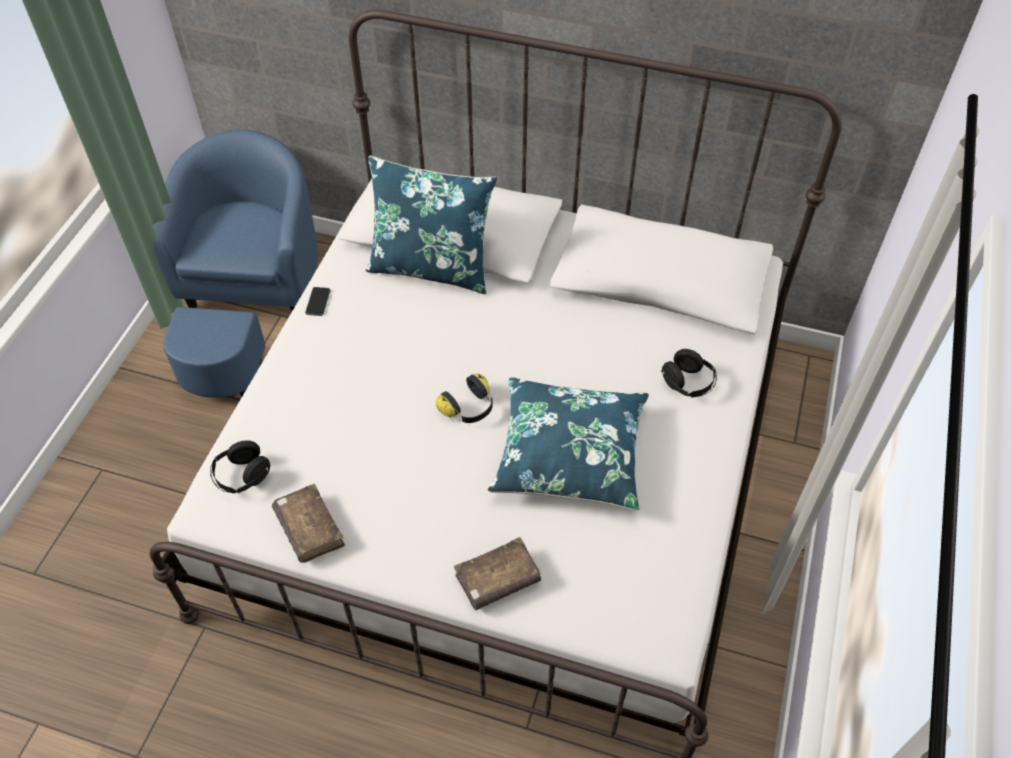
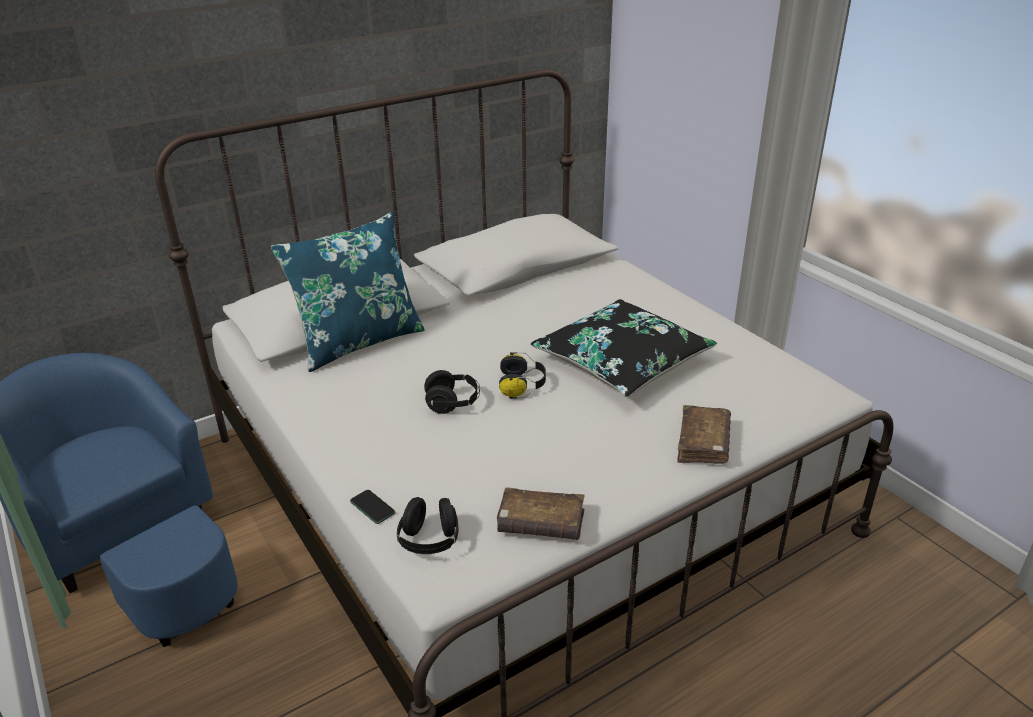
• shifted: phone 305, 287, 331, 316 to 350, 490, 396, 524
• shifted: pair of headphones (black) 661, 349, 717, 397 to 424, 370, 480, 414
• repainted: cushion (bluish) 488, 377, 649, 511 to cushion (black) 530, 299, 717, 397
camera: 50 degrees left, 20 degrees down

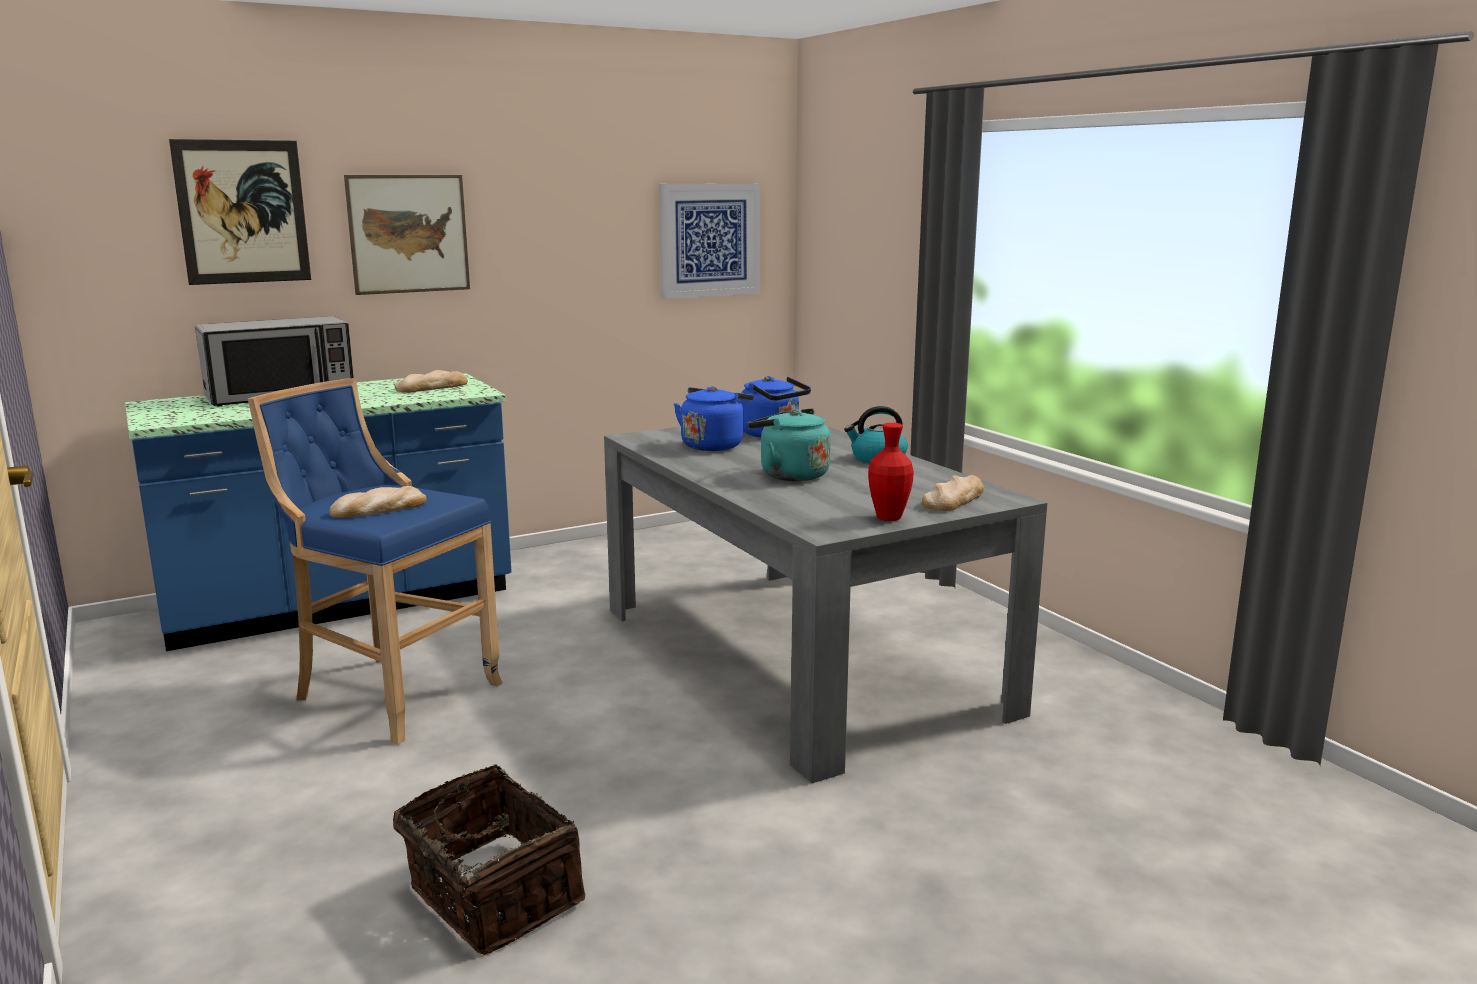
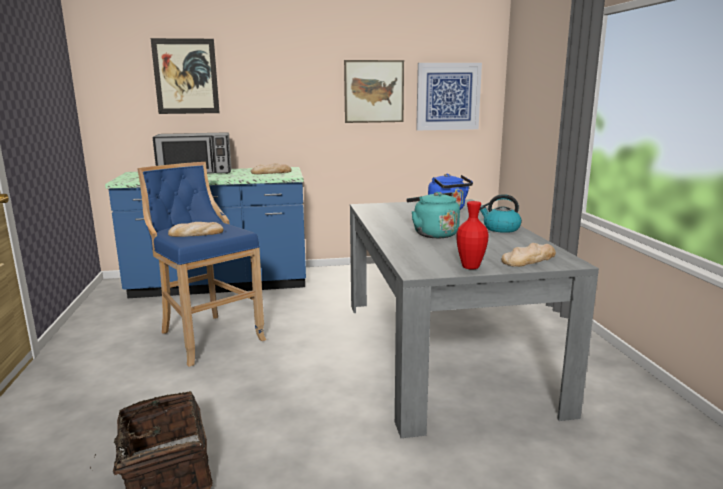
• shifted: wall picture 344, 175, 470, 295 to 344, 60, 404, 123
• gone: kettle (bluish) 674, 386, 754, 451
camera: 20 degrees right, 0 degrees up

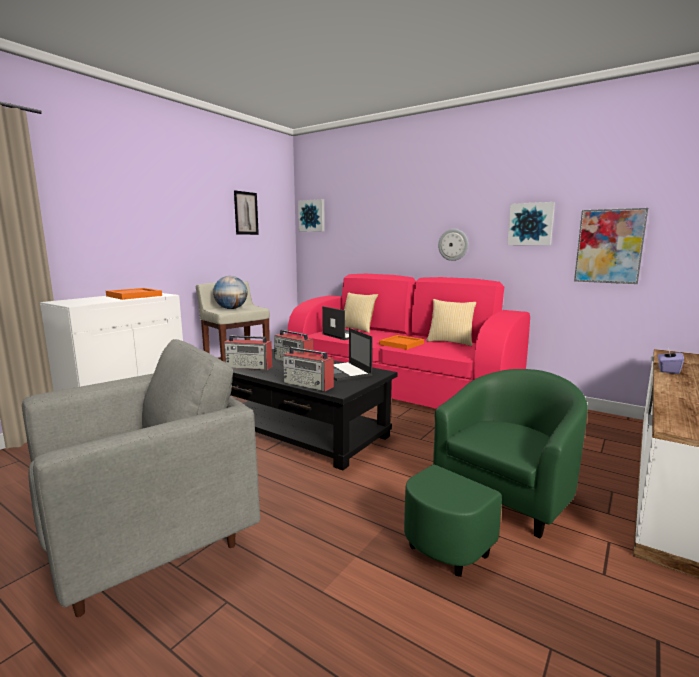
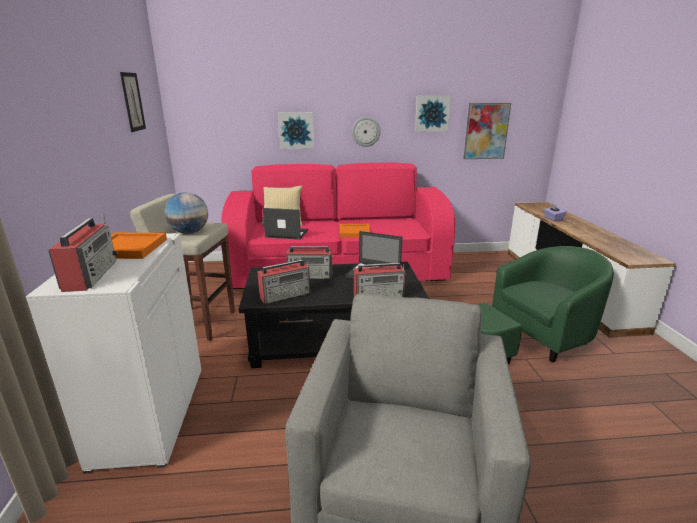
• new: radio receiver 48, 214, 118, 292
• shifted: wall picture 298, 199, 325, 232 to 278, 112, 314, 149
• rotated: armchair (greenish) 404, 369, 588, 577 = 477, 246, 614, 364 60 degrees clockwise
• gone: cushion 427, 299, 476, 346
camera: 40 degrees left, 10 degrees up

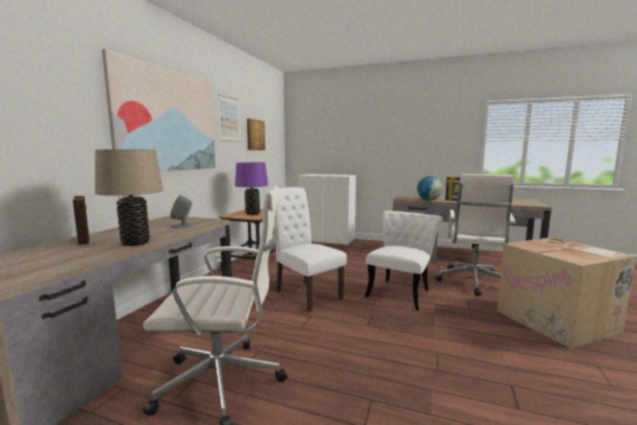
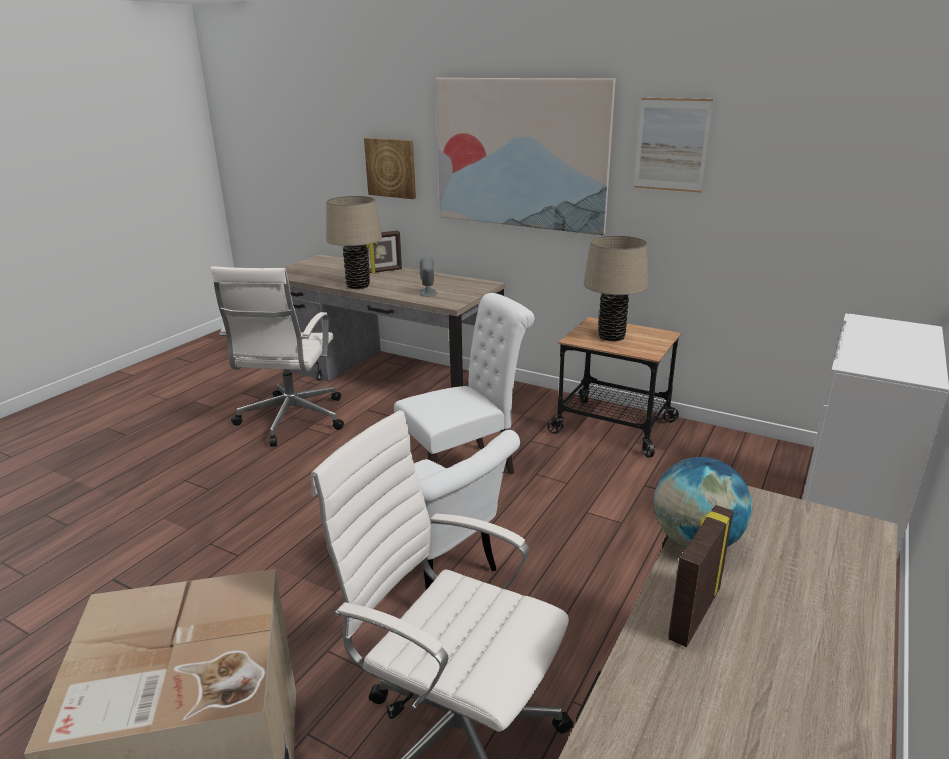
• shifted: wall picture 247, 118, 265, 150 to 364, 138, 416, 199
• repainted: tabletop lamp (purple) 235, 162, 268, 215 to tabletop lamp (beige) 584, 235, 648, 341
camera: 100 degrees right, 15 degrees up

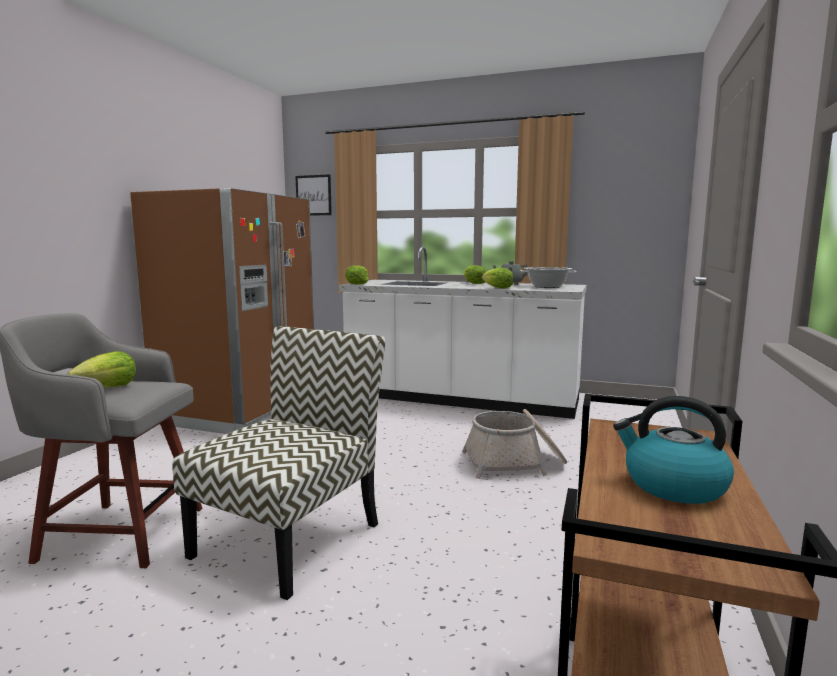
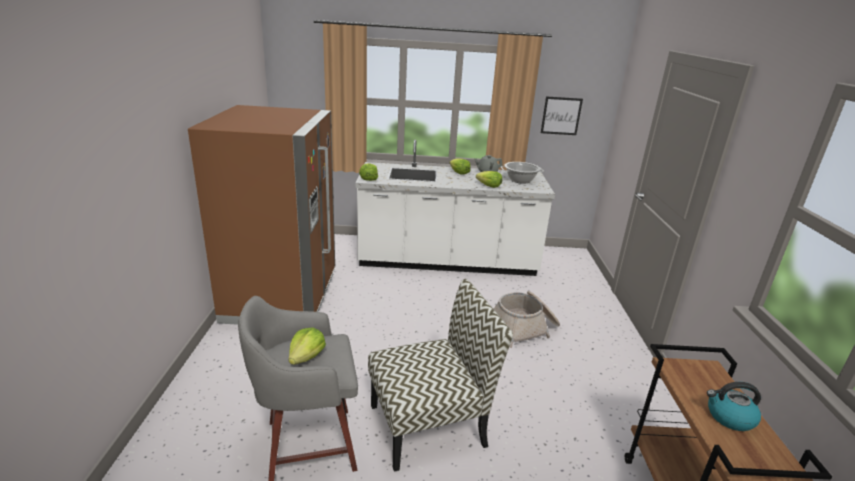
• rotated: plain chair 172, 326, 386, 600 = 368, 279, 513, 472 60 degrees clockwise
• shifted: wall picture 295, 174, 332, 216 to 541, 96, 583, 135
camera: 20 degrees left, 15 degrees up

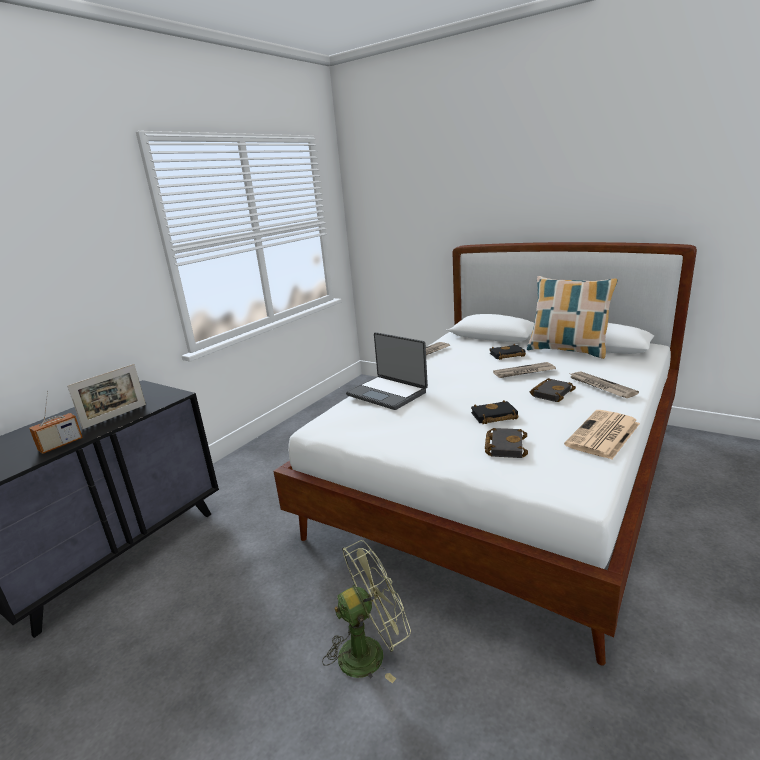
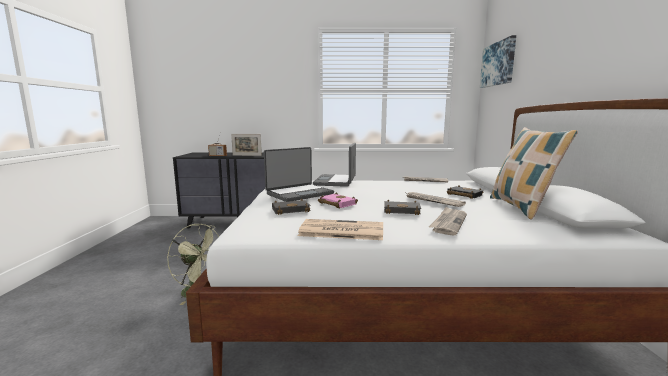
• new: laptop 264, 147, 334, 202
• repainted: book (black) 471, 400, 519, 424 to book (pink-coloured) 318, 193, 358, 208
• new: wall picture 480, 35, 516, 88
camera: 55 degrees right, 10 degrees down

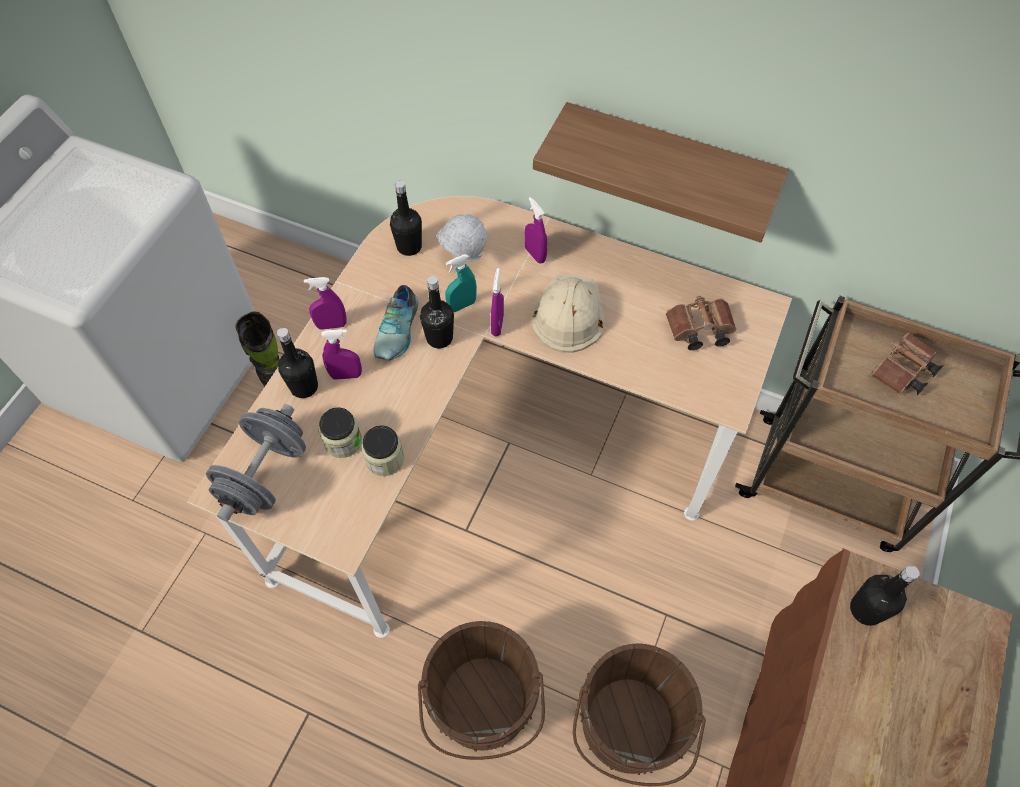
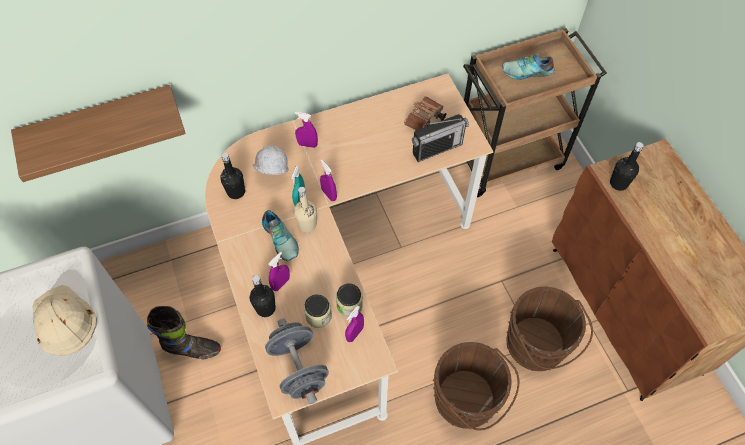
• shifted: shelf 533, 102, 789, 243 to 11, 85, 186, 182
• shifted: safety helmet (beige) 531, 275, 604, 353 to 32, 285, 97, 356
• repainted: beverage bottle (black) 420, 276, 454, 348 to beverage bottle (beige) 294, 187, 317, 232
• shifted: spray bottle (purple) 304, 277, 347, 330 to 345, 305, 364, 342
• new: radio receiver 412, 114, 469, 162
• swapped: binoculars (brown) 871, 333, 944, 396 to item of footwear 502, 53, 554, 80
camera: 45 degrees left, 0 degrees up

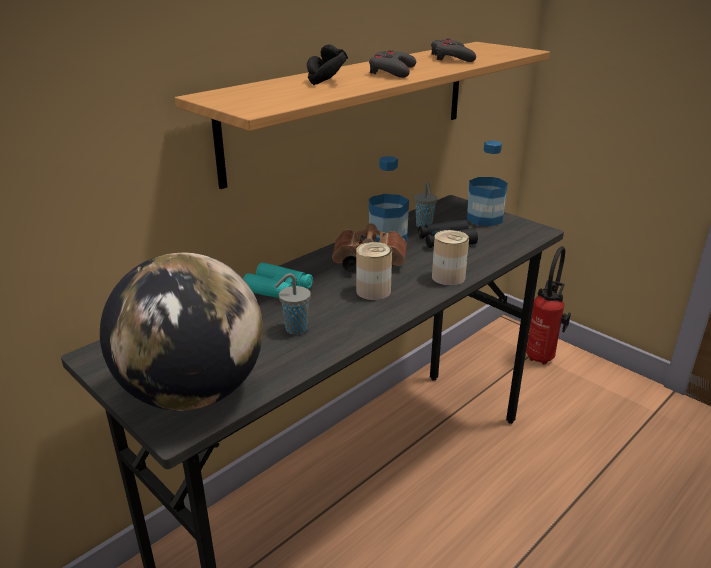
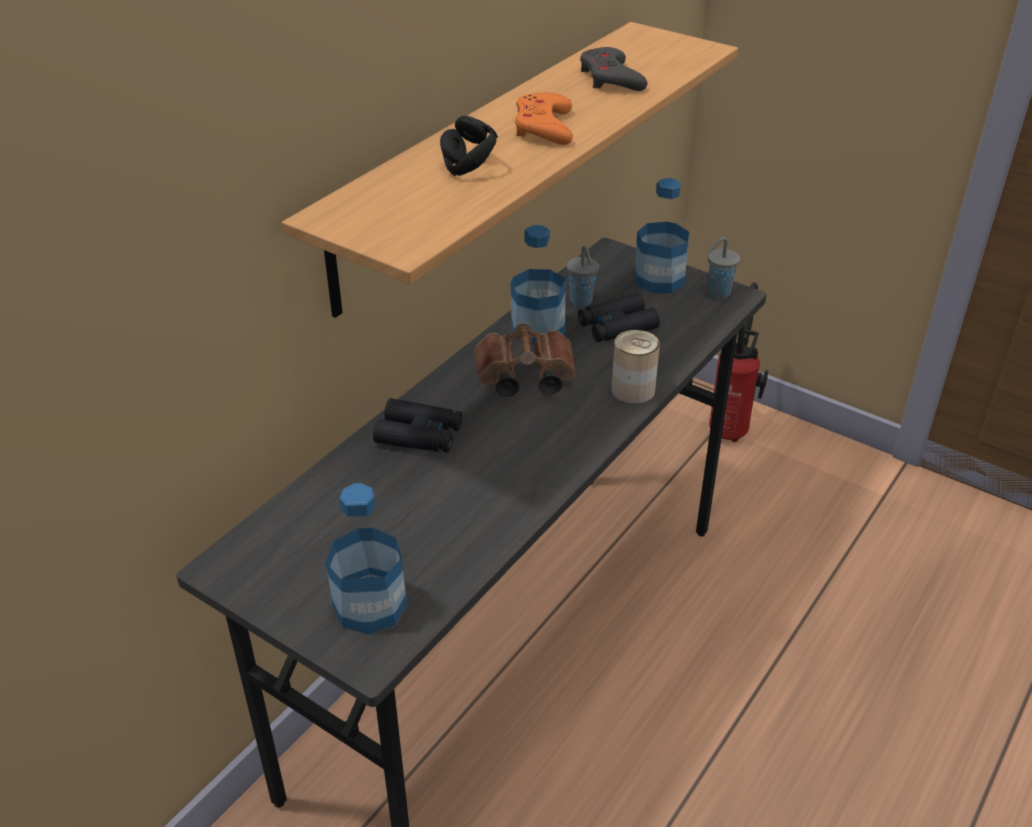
• swapped: globe 100, 253, 263, 411 to beverage bottle 326, 483, 407, 634
• repainted: binoculars (blue-green) 243, 263, 313, 298 to binoculars (black) 373, 398, 462, 453
• repainted: game controller (grey) 369, 50, 416, 78 to game controller (orangey) 515, 92, 573, 145
• shifted: cup (grey) 275, 273, 311, 335 to 708, 237, 740, 298
• gone: metal can 356, 242, 392, 300
camera: 10 degrees left, 10 degrees up

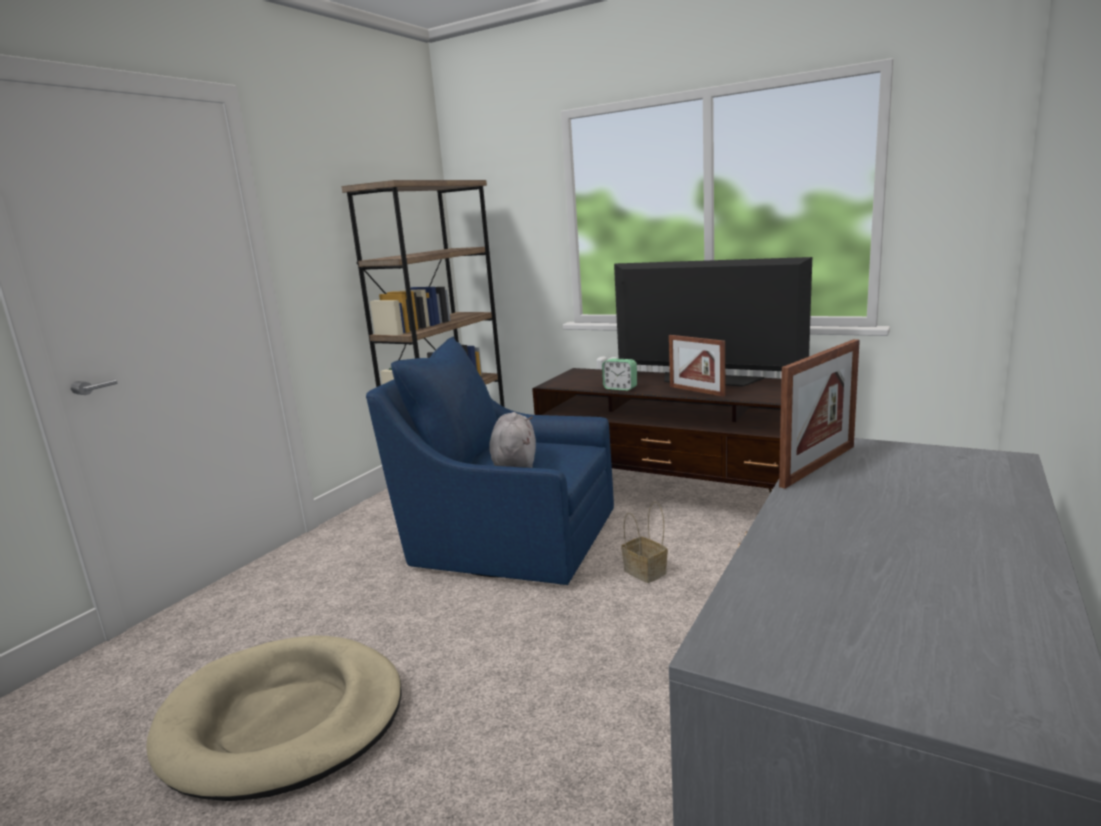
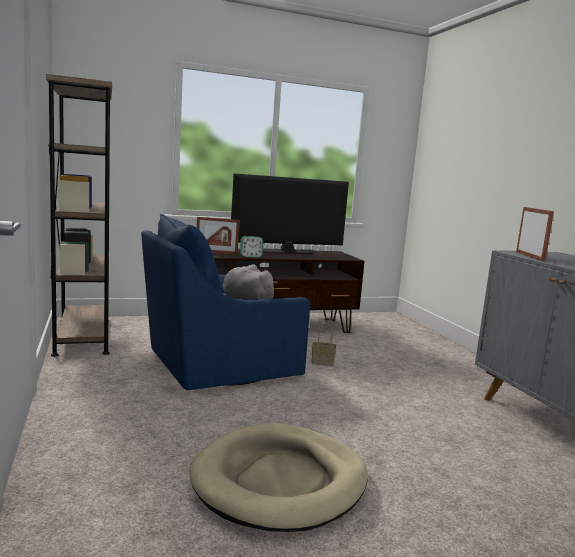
• shifted: photo frame 669, 335, 725, 397 to 197, 217, 240, 254
camera: 50 degrees left, 5 degrees down

